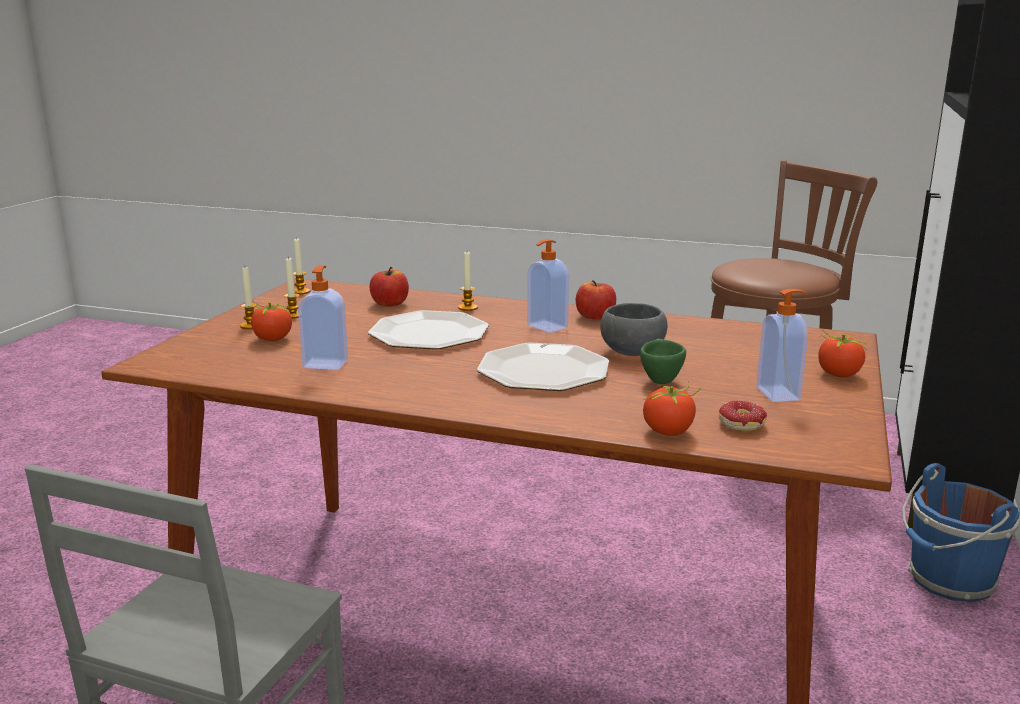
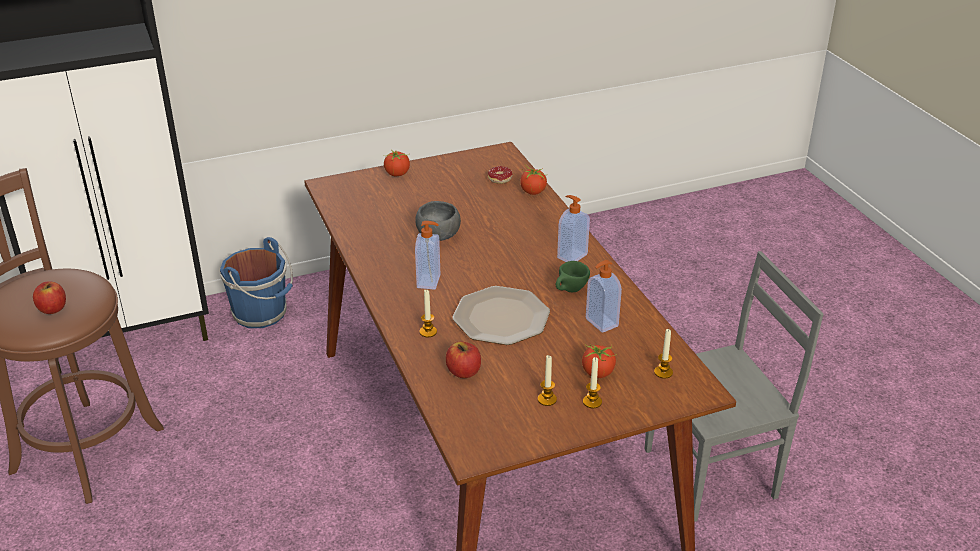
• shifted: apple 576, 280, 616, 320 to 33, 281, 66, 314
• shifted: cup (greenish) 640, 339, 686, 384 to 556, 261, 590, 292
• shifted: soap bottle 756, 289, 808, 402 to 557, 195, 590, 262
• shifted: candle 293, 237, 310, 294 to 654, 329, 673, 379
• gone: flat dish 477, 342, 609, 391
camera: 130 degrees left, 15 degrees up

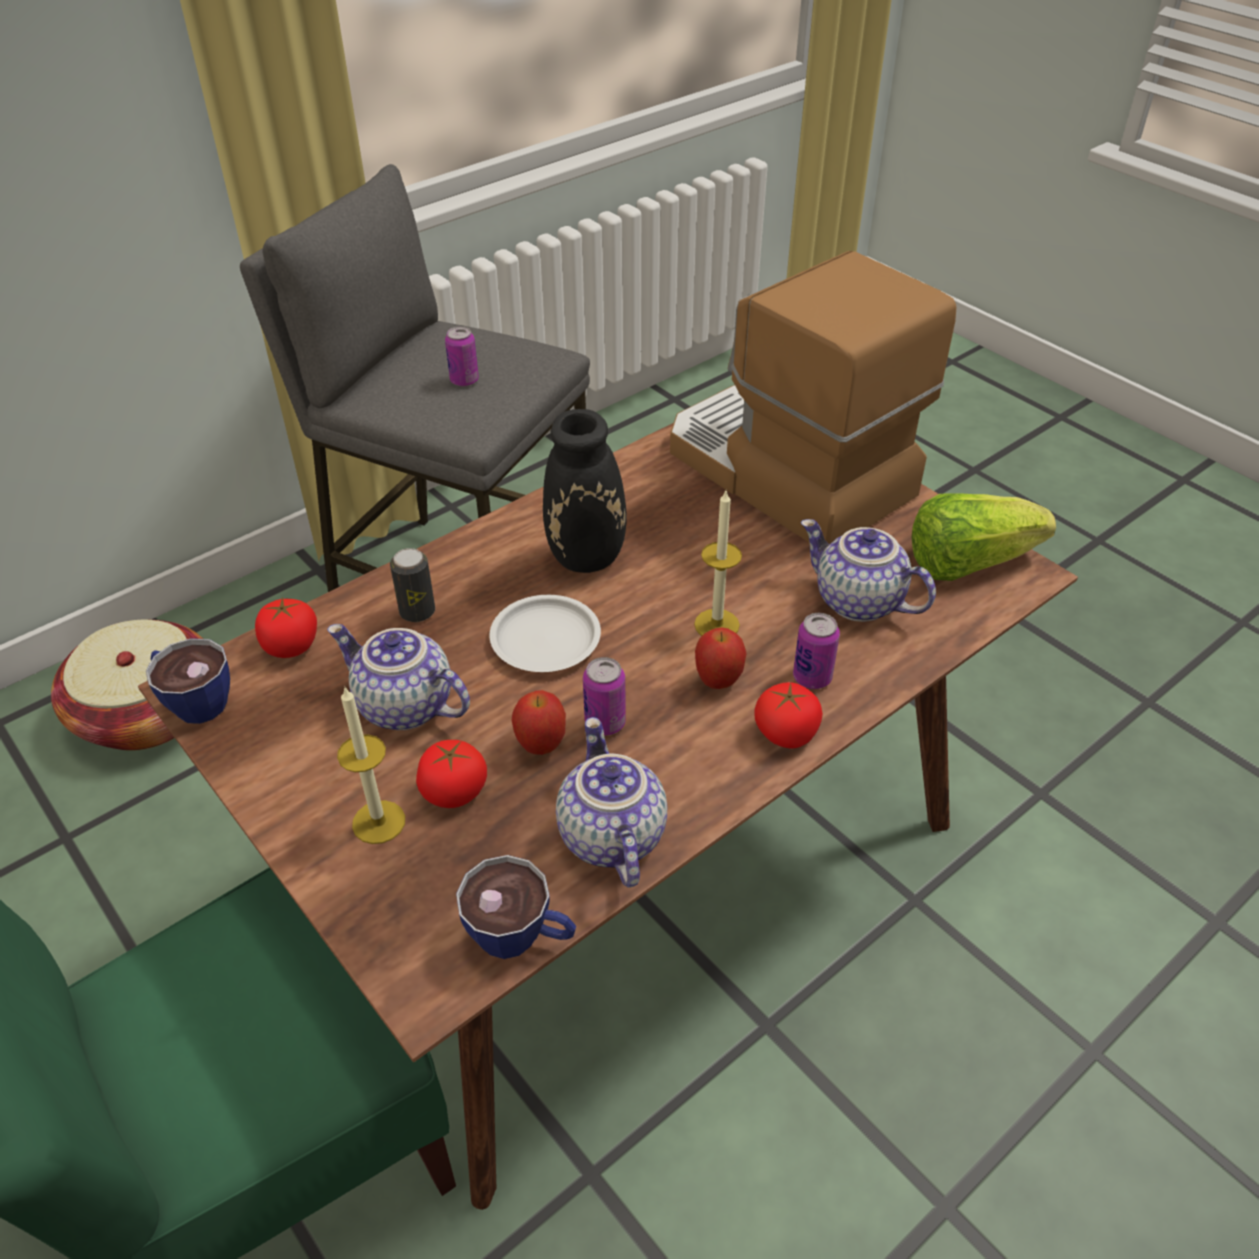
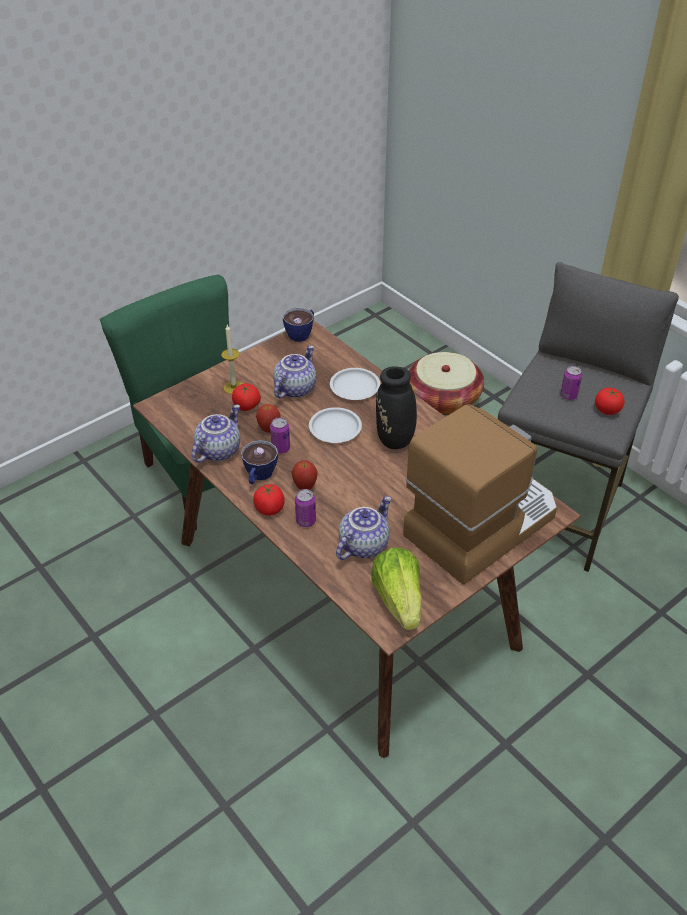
• rotated: pot for tea 556, 717, 667, 888 = 191, 405, 240, 463 45 degrees counterclockwise
• shifted: cup 456, 855, 576, 959 to 241, 440, 278, 484
• swapped: metal can 390, 548, 435, 622 to flat dish (white) 330, 368, 380, 400
• shifted: whole tomato 255, 597, 317, 658 to 595, 388, 624, 415
• gone: candle 694, 491, 742, 636
camera: 90 degrees right, 0 degrees up

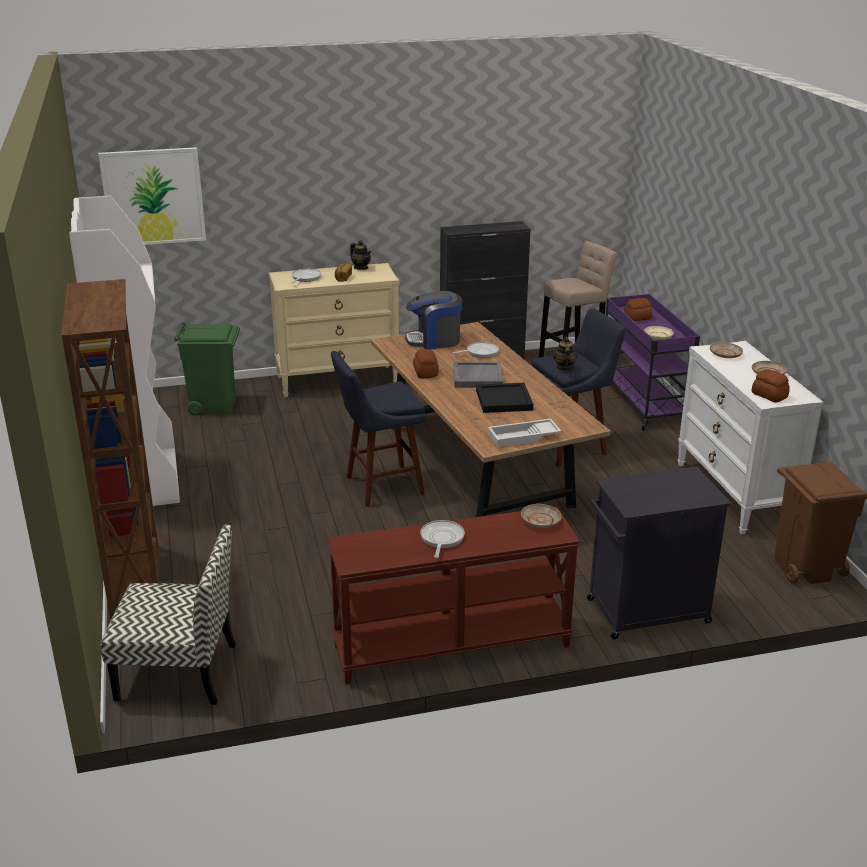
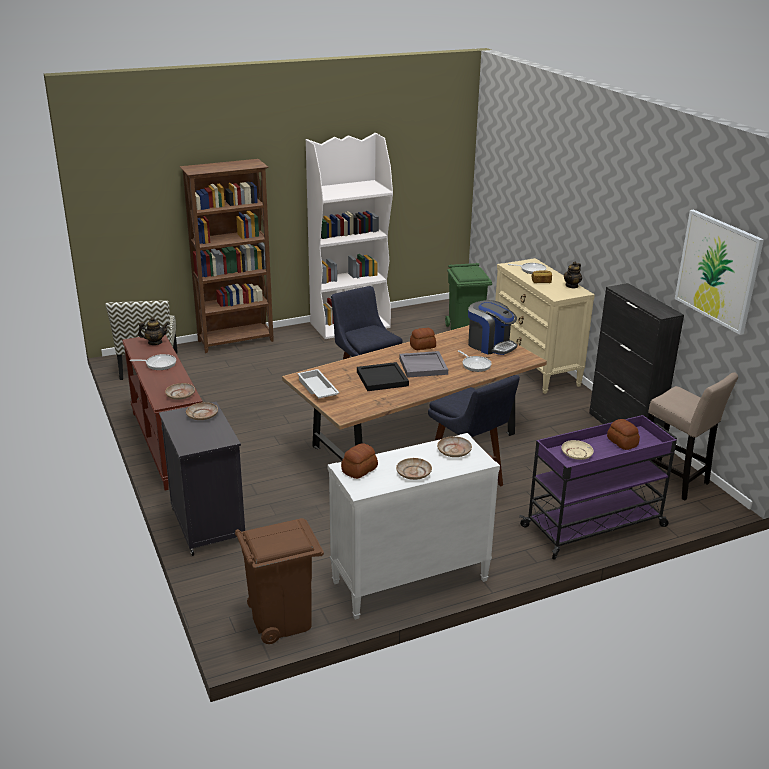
• shifted: pot for tea 553, 337, 578, 370 to 138, 317, 169, 345
• new: flat dish (beige) 186, 402, 218, 420
• rotated: coffee brewer 405, 291, 462, 349 = 468, 300, 517, 355 150 degrees clockwise
• shifted: wall picture 98, 147, 206, 245 to 675, 210, 764, 335
camera: 80 degrees right, 0 degrees up

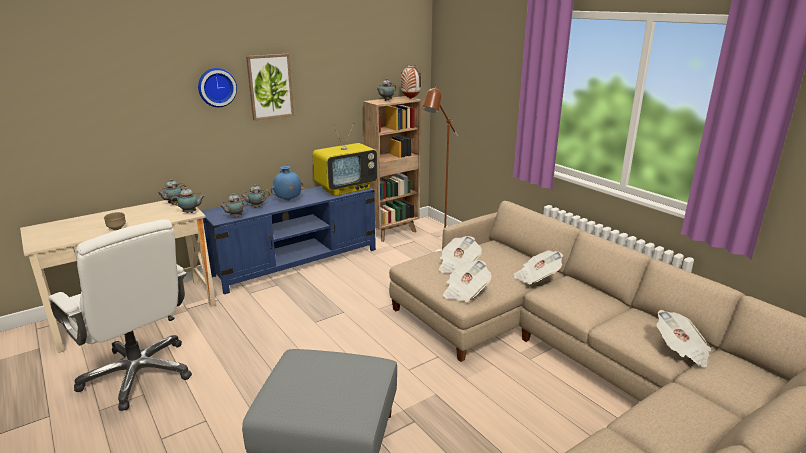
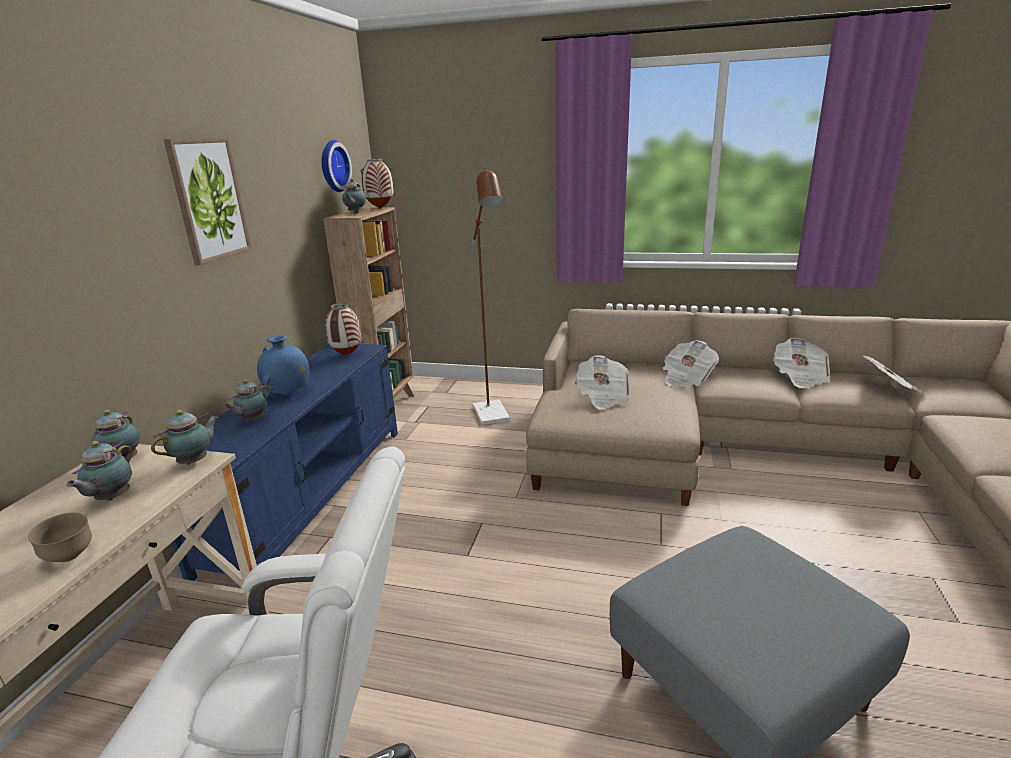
• shifted: pot for tea 219, 193, 248, 218 to 66, 441, 132, 501
• shifted: clock on the wall 198, 68, 237, 107 to 322, 140, 352, 192
• swapped: television 312, 123, 378, 196 to flower vase 325, 303, 361, 355
• shifted: printed paper 443, 260, 492, 302 to 773, 338, 830, 388
camera: 40 degrees left, 0 degrees up

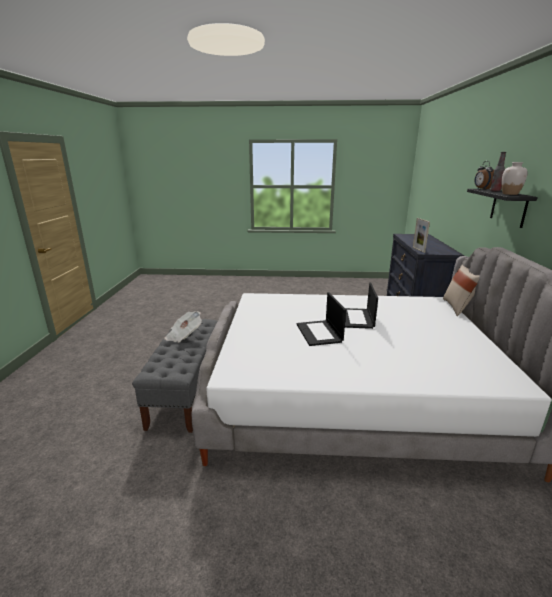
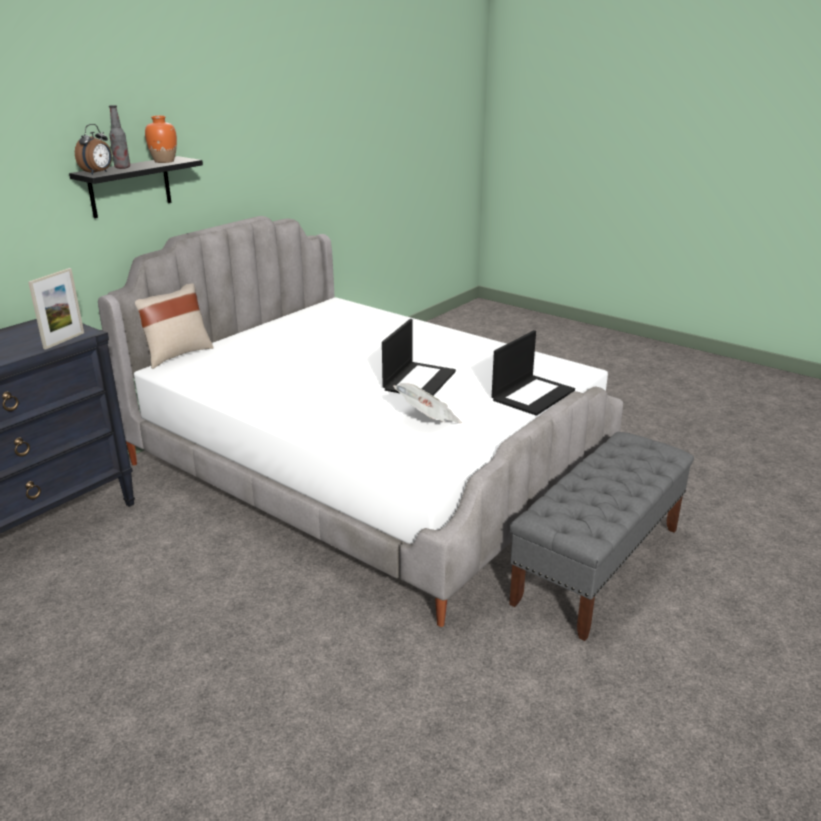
• repainted: flower vase (white) 502, 162, 528, 195 to flower vase (orangey) 145, 116, 177, 163
• shifted: printed paper 165, 311, 202, 343 to 393, 383, 463, 423
• shifted: laptop 345, 283, 378, 329 to 492, 330, 575, 416
camera: 145 degrees left, 5 degrees up

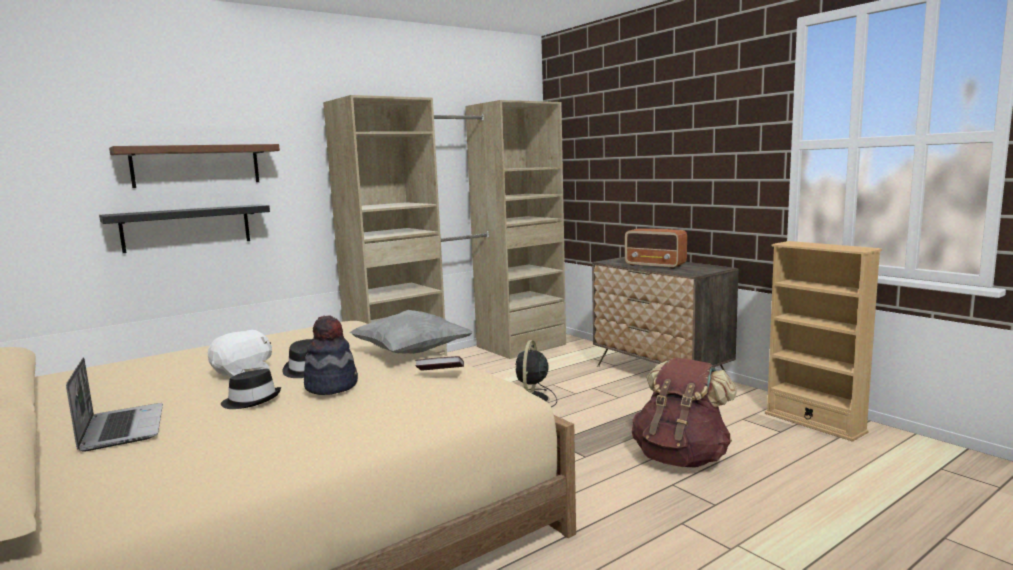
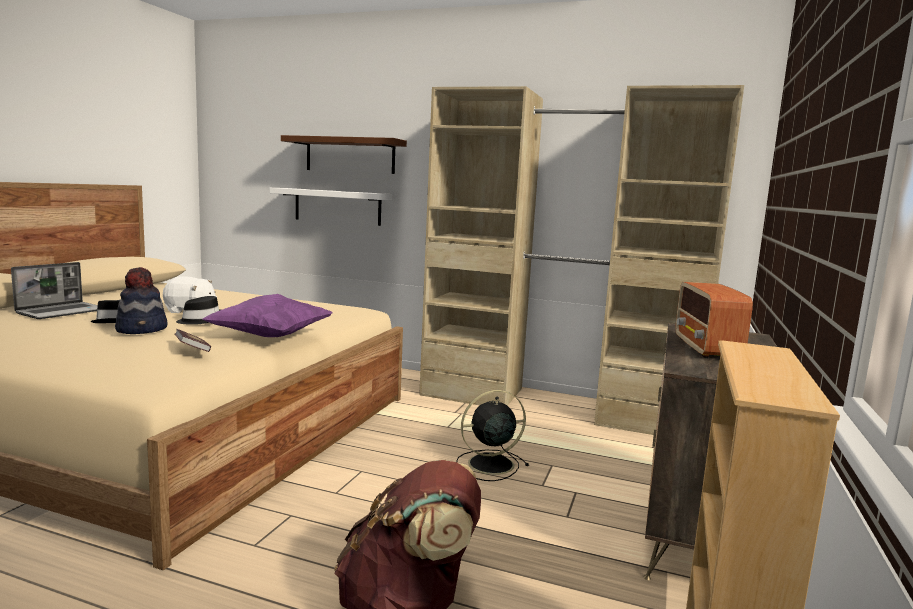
• repainted: cushion (grey) 349, 310, 473, 354 to cushion (purple) 203, 294, 332, 337
• repainted: shelf (black) 99, 204, 270, 253 to shelf (white) 269, 188, 392, 226
camera: 55 degrees right, 0 degrees up

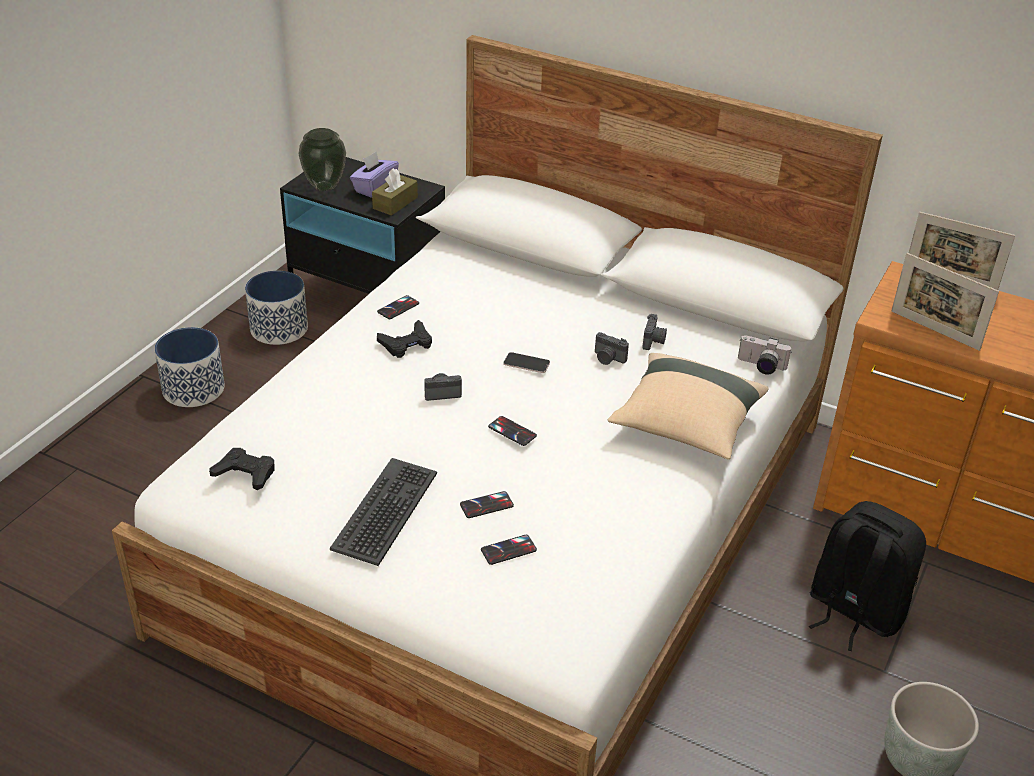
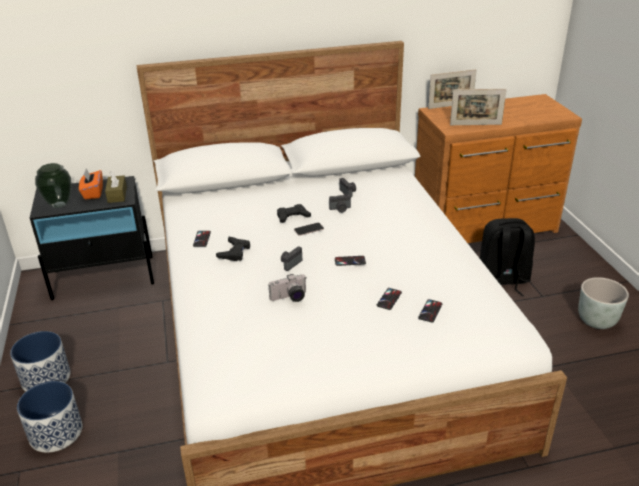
• shifted: flower pot 245, 271, 308, 345 to 17, 381, 82, 452
• repainted: tissue holder (purple) 350, 152, 399, 198 to tissue holder (orangey) 79, 169, 103, 199
• shifted: photo camera 738, 335, 791, 375 to 269, 274, 306, 302
• shifted: game controller (black) 209, 448, 275, 490 to 277, 204, 311, 223
• gone: computer keyboard 330, 458, 437, 566
• gone: cushion (beige) 608, 353, 769, 460
camera: 40 degrees left, 5 degrees down

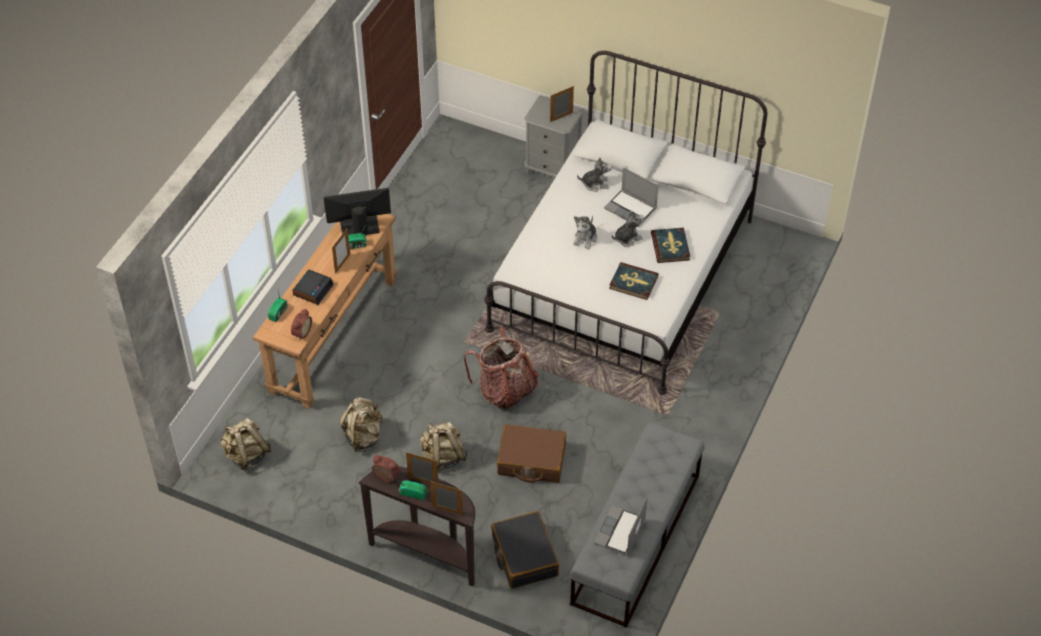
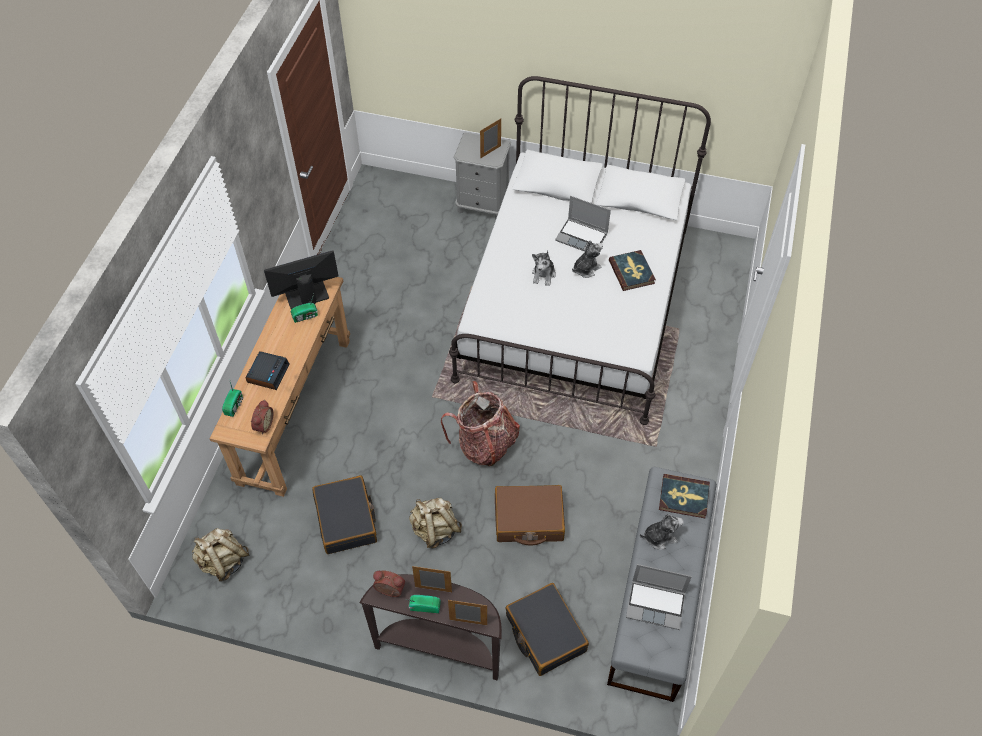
• swapped: knapsack (beige) 339, 397, 383, 452 to piece of luggage (black) 312, 476, 377, 554
• rotated: laptop 594, 497, 647, 556 = 626, 564, 692, 630 90 degrees counterclockwise
• shifted: cuddly toy 577, 157, 612, 192 to 640, 513, 684, 549
• shifted: book 609, 262, 658, 300 to 659, 474, 710, 518
• gone: photo frame 332, 229, 350, 274
camera: 10 degrees left, 5 degrees up

